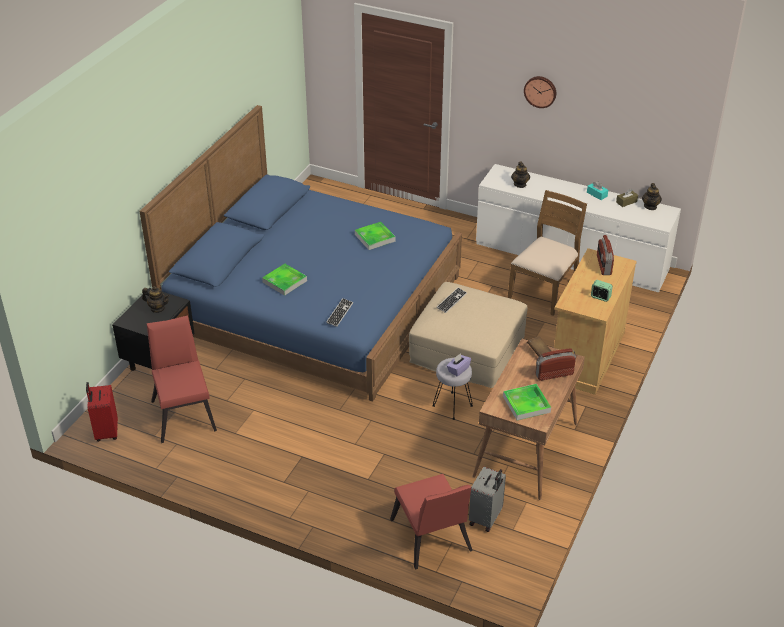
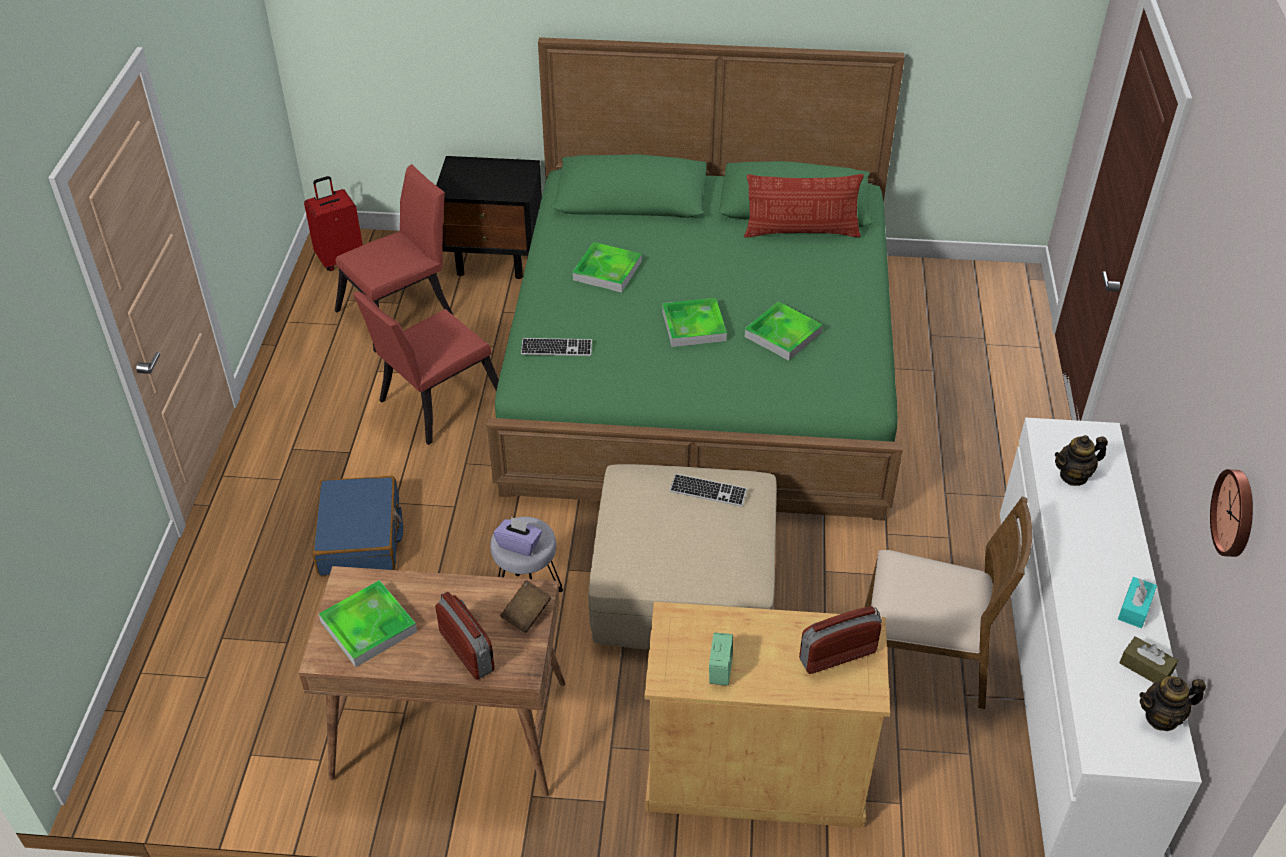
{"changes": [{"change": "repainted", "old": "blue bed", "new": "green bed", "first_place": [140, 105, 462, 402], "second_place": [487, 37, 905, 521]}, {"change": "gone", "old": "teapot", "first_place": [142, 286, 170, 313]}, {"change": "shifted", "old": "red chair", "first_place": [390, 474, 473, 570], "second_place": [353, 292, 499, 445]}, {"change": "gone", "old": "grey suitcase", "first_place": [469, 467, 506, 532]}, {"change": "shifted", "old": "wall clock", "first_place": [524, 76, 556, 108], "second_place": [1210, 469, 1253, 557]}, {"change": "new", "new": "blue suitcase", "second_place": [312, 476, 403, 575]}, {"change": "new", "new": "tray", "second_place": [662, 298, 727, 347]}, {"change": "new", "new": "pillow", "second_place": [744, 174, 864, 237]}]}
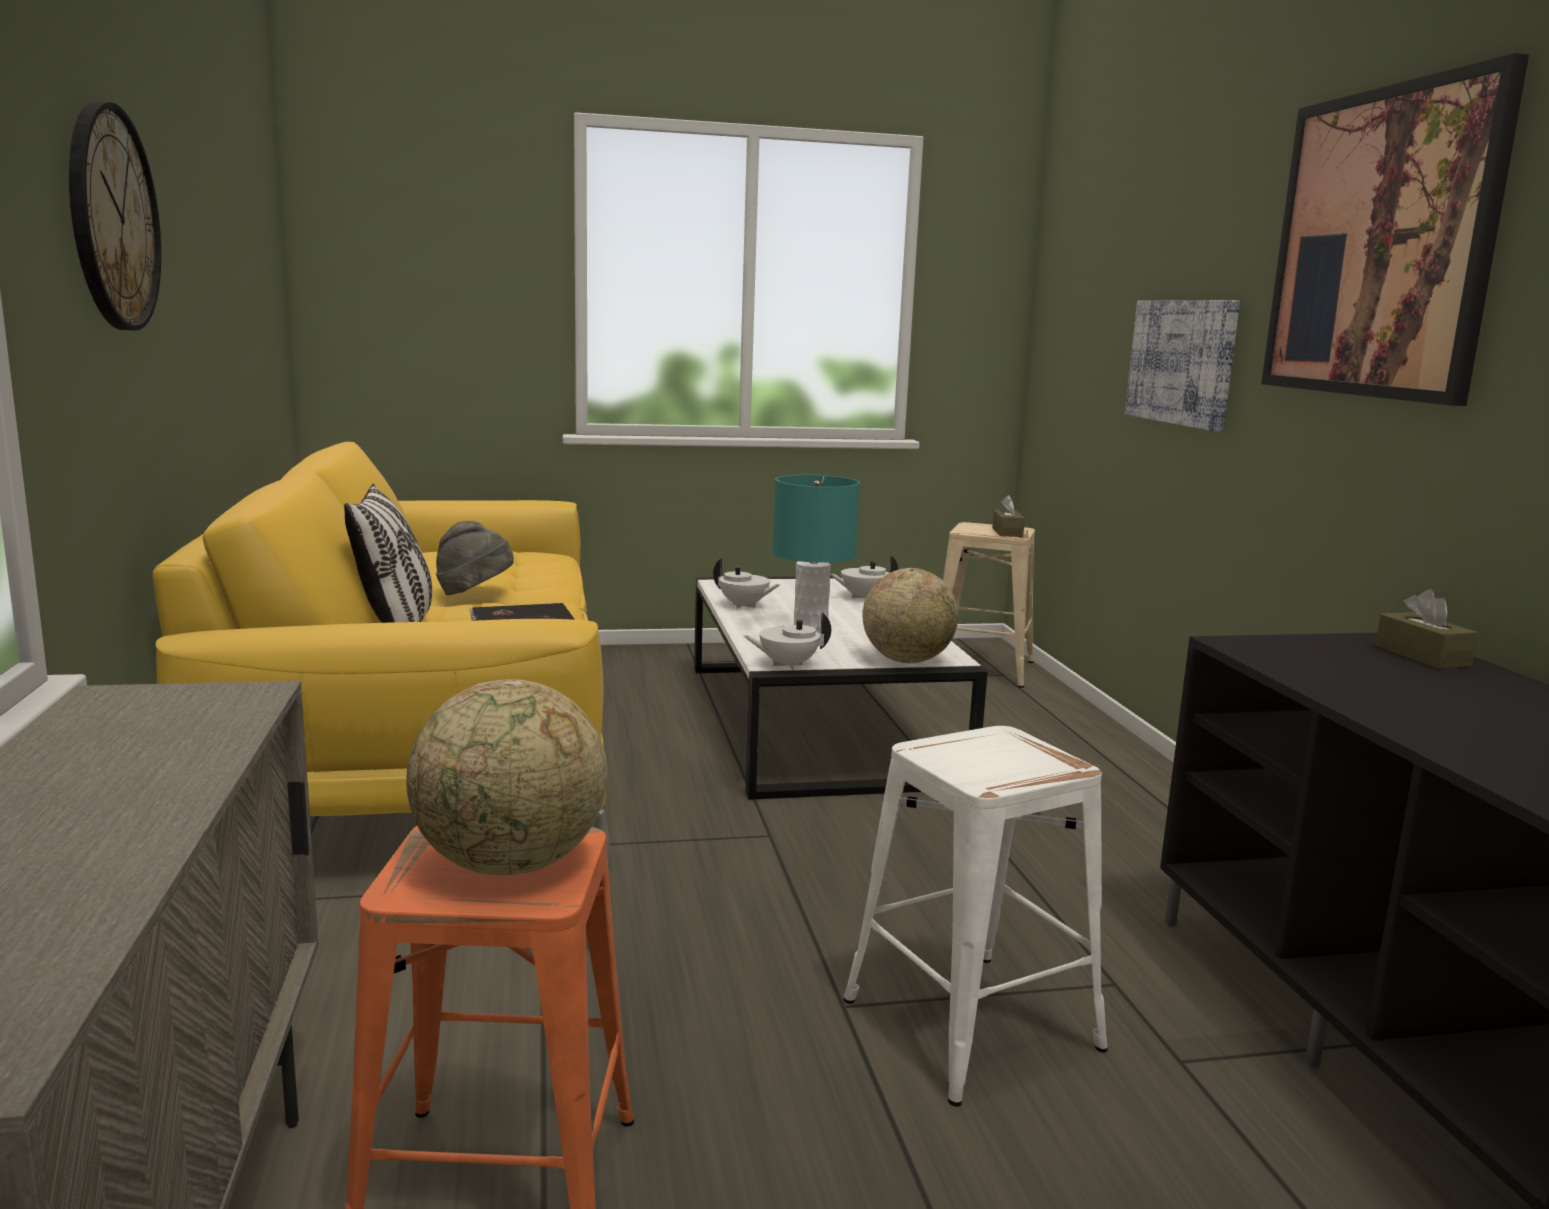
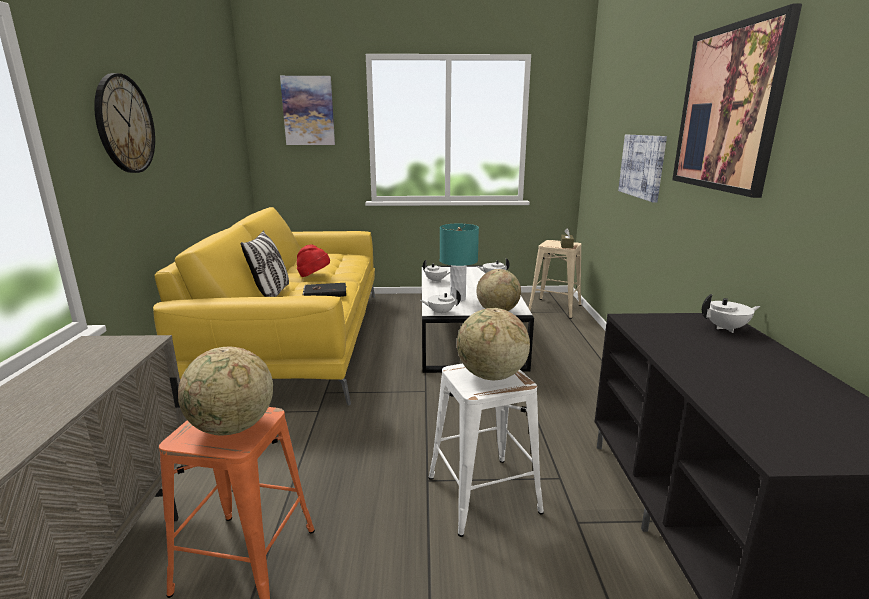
{"changes": [{"change": "repainted", "old": "grey hat", "new": "red hat", "first_place": [436, 521, 514, 595], "second_place": [297, 245, 330, 277]}, {"change": "swapped", "old": "brown tissue box", "new": "white teapot", "first_place": [1375, 590, 1478, 669], "second_place": [702, 294, 760, 333]}, {"change": "new", "new": "picture", "second_place": [280, 76, 335, 145]}, {"change": "new", "new": "globe", "second_place": [457, 308, 530, 380]}]}
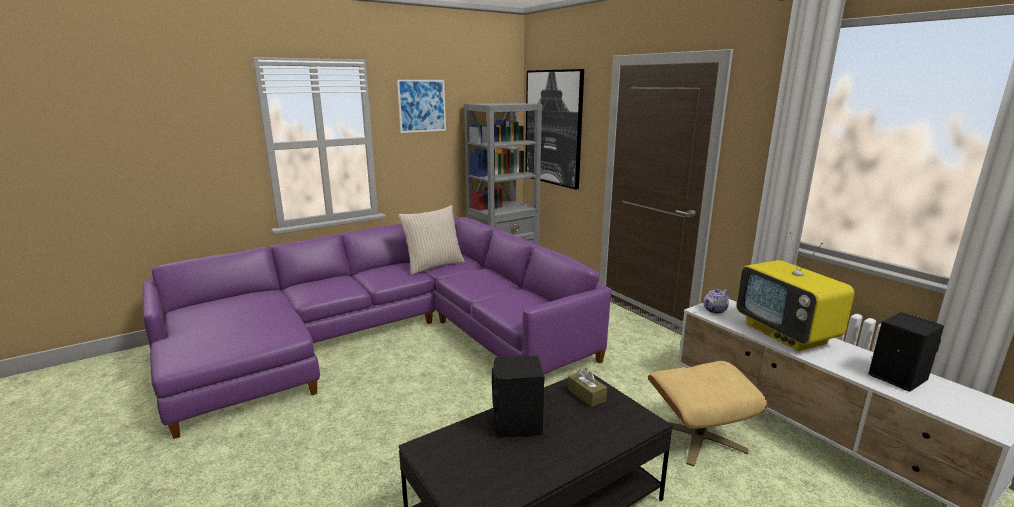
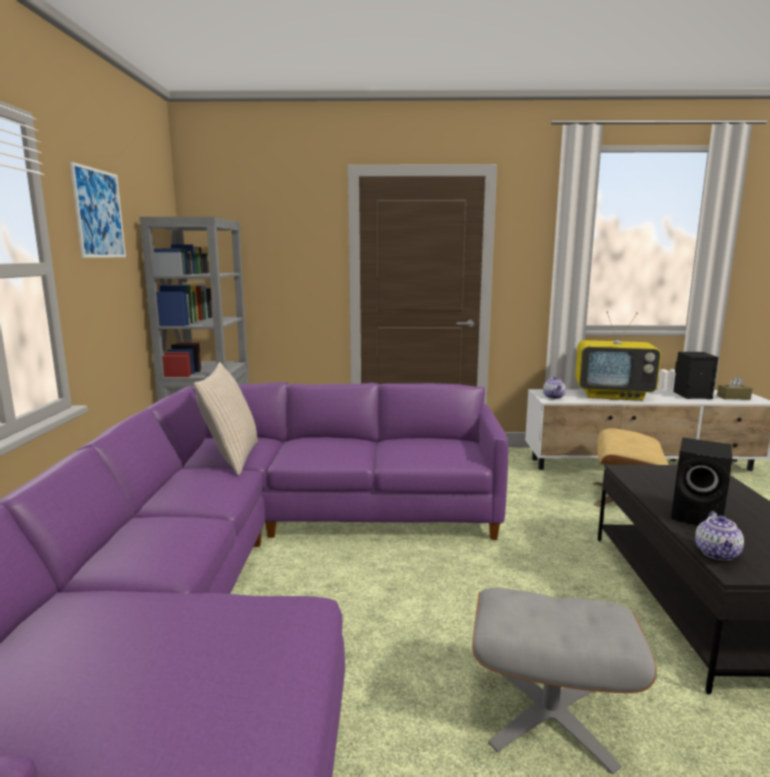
{"changes": [{"change": "gone", "old": "picture", "first_place": [525, 69, 584, 190]}, {"change": "shifted", "old": "brown tissue box", "first_place": [568, 368, 607, 407], "second_place": [717, 376, 753, 399]}, {"change": "new", "new": "grey ottoman", "second_place": [472, 588, 657, 775]}, {"change": "new", "new": "teapot", "second_place": [695, 511, 744, 561]}]}
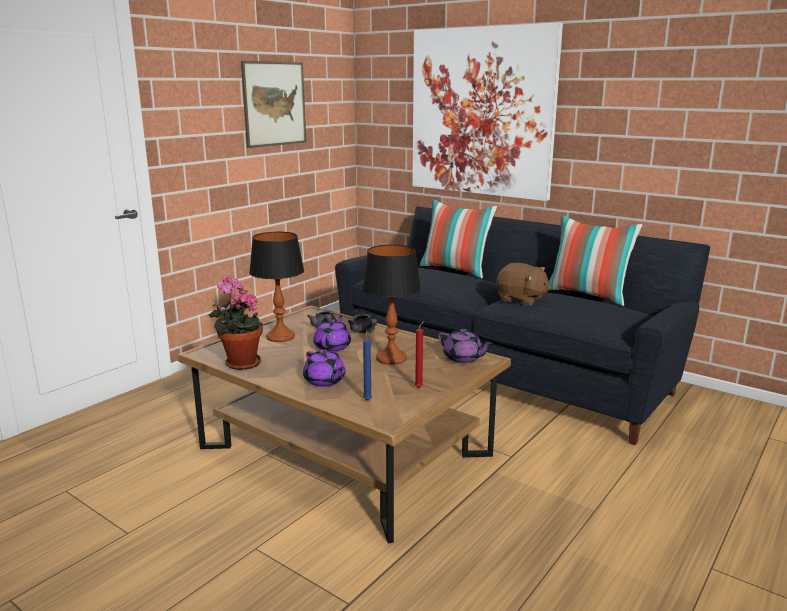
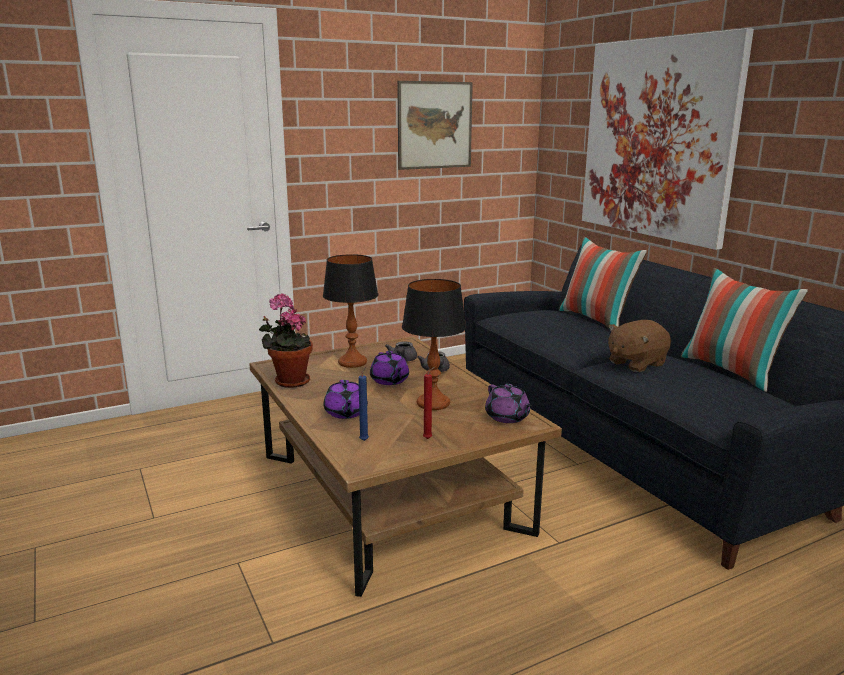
{"changes": [{"change": "rotated", "old": "purple teapot", "first_place": [313, 315, 351, 352], "second_place": [370, 351, 409, 385], "degrees": 120}, {"change": "rotated", "old": "brown plush toy", "first_place": [497, 263, 551, 306], "second_place": [608, 320, 671, 372], "degrees": 90}]}
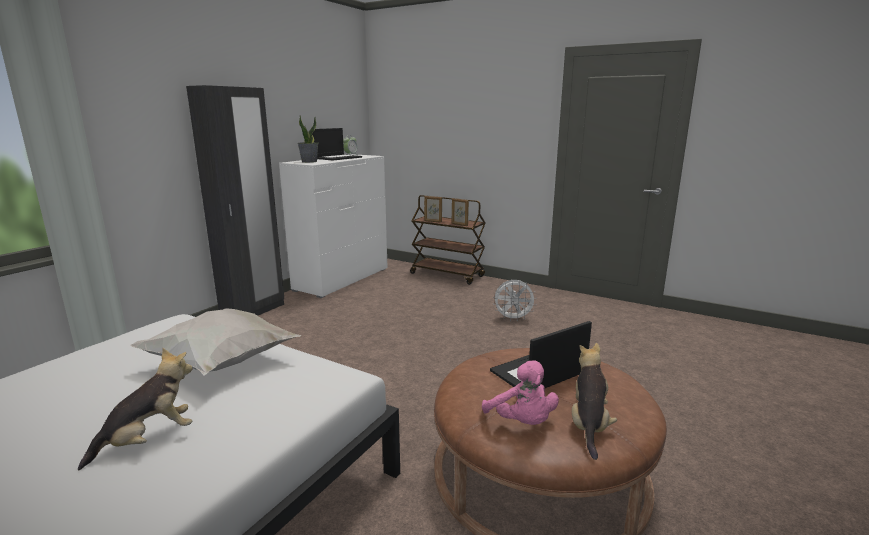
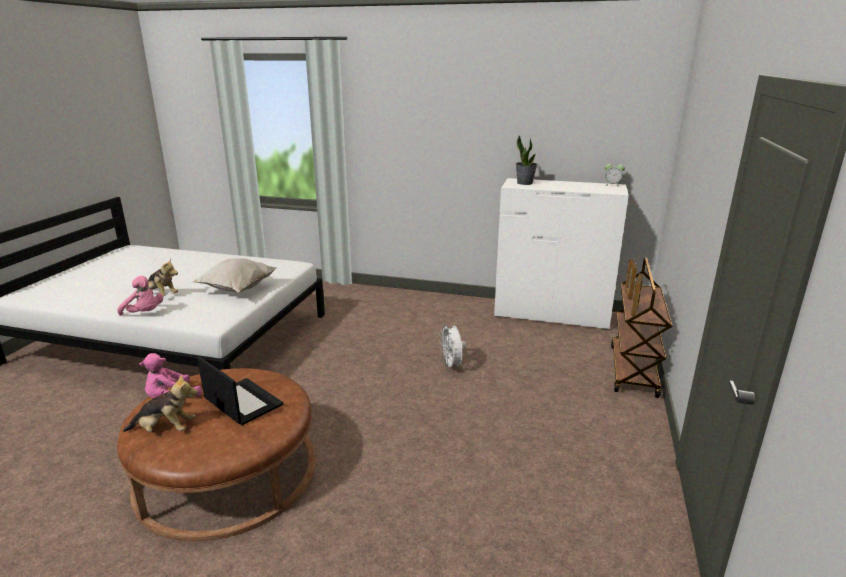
{"changes": [{"change": "gone", "old": "black wardrobe", "first_place": [186, 85, 284, 316]}, {"change": "gone", "old": "laptop", "first_place": [312, 128, 362, 161]}, {"change": "shifted", "old": "white fan", "first_place": [493, 280, 537, 321], "second_place": [439, 324, 466, 370]}, {"change": "new", "new": "pink plush toy", "second_place": [117, 276, 163, 316]}]}
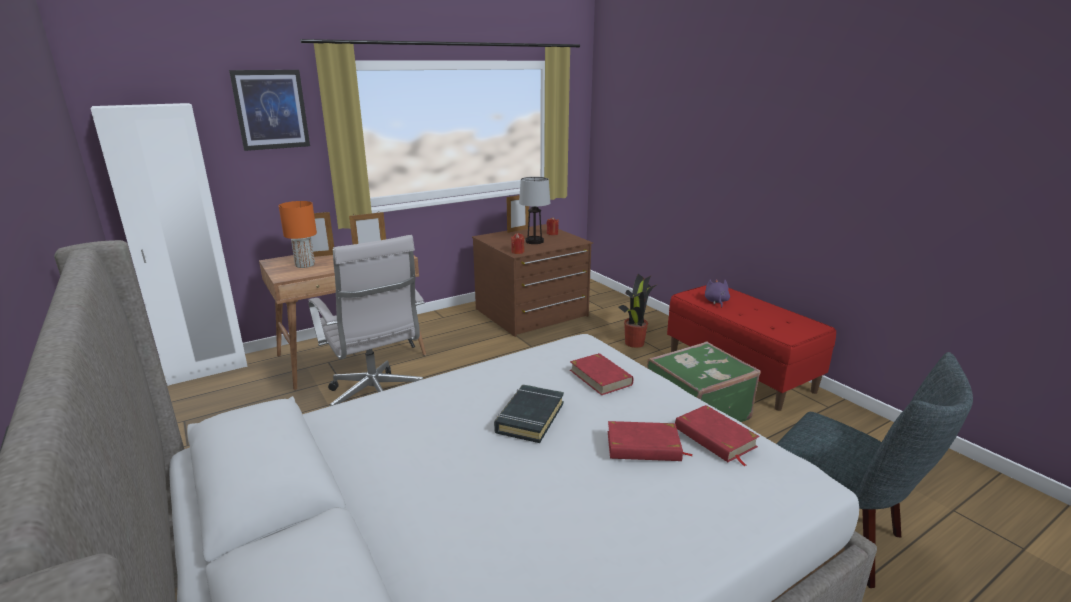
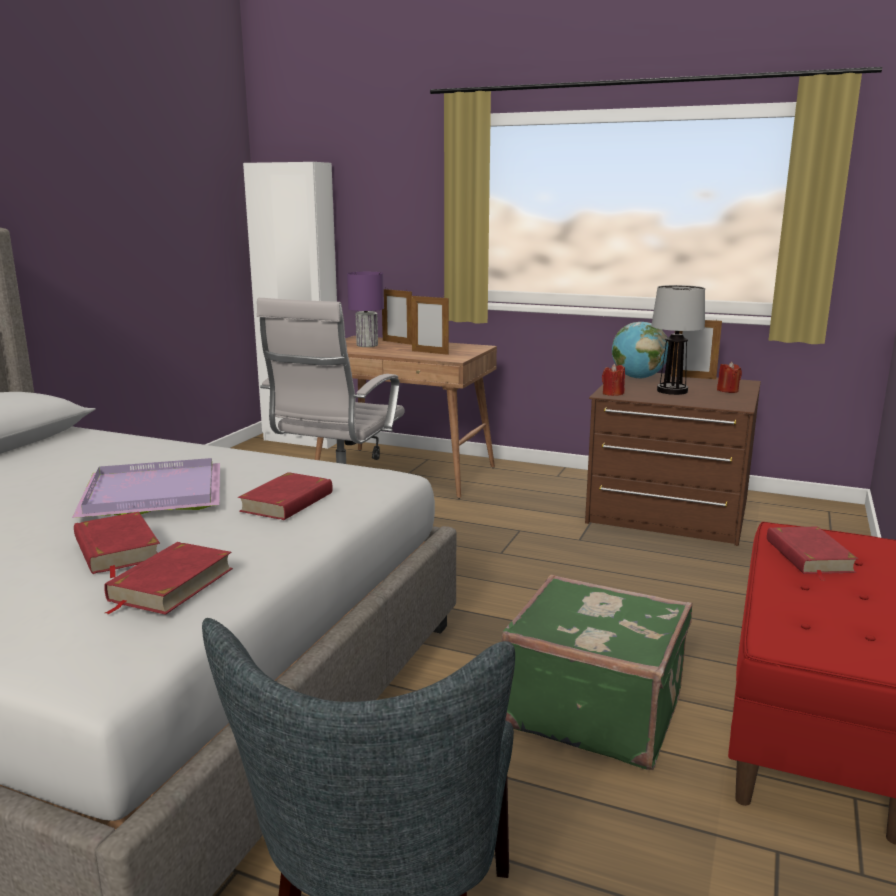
{"changes": [{"change": "gone", "old": "picture", "first_place": [229, 70, 310, 151]}, {"change": "repainted", "old": "orange table lamp", "new": "purple table lamp", "first_place": [279, 201, 317, 268], "second_place": [347, 272, 384, 347]}, {"change": "swapped", "old": "black book", "new": "purple tray", "first_place": [494, 385, 564, 443], "second_place": [72, 458, 220, 518]}, {"change": "gone", "old": "potted plant", "first_place": [618, 274, 658, 348]}, {"change": "swapped", "old": "purple plush toy", "new": "red book", "first_place": [705, 279, 730, 308], "second_place": [767, 527, 858, 581]}, {"change": "new", "new": "globe", "second_place": [612, 322, 669, 379]}]}
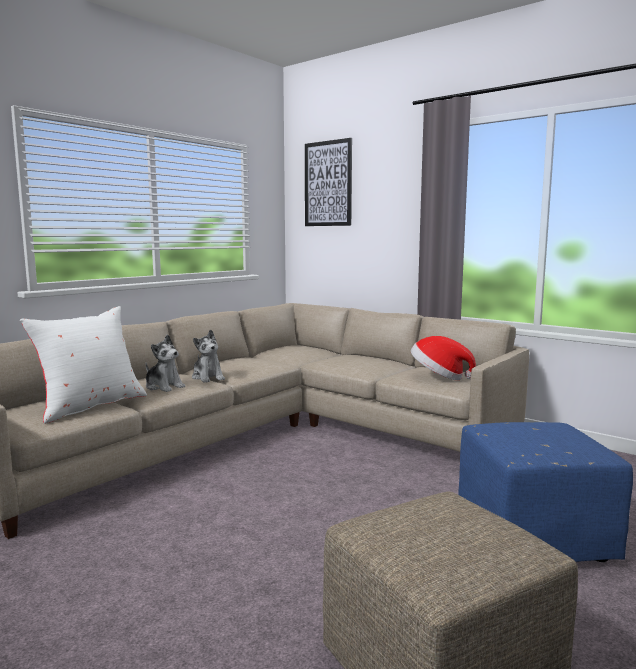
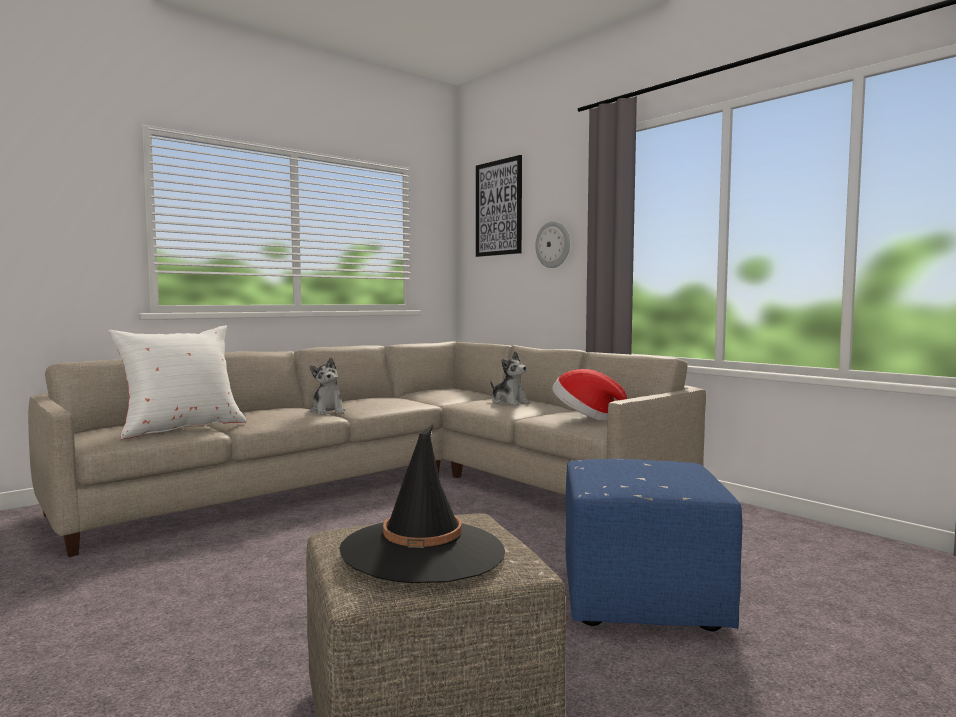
{"changes": [{"change": "shifted", "old": "plush toy", "first_place": [146, 334, 185, 392], "second_place": [490, 351, 530, 406]}, {"change": "new", "new": "black hat", "second_place": [339, 425, 505, 583]}, {"change": "new", "new": "wall clock", "second_place": [535, 221, 570, 268]}]}
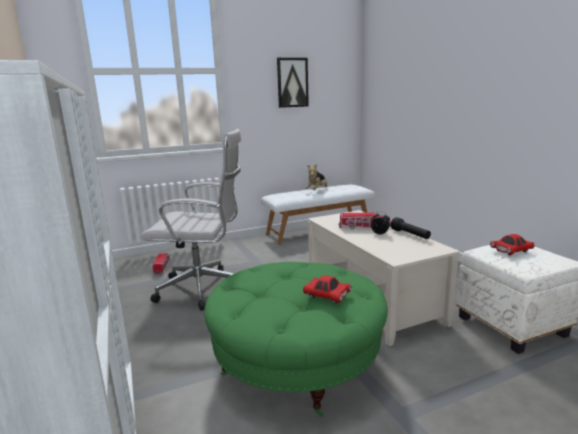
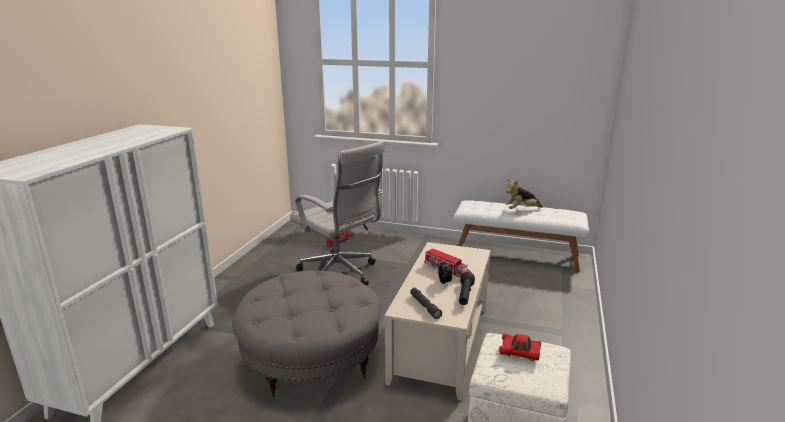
{"changes": [{"change": "repainted", "old": "green ottoman", "new": "grey ottoman", "first_place": [204, 262, 388, 417], "second_place": [232, 271, 380, 397]}, {"change": "gone", "old": "picture", "first_place": [277, 58, 309, 108]}, {"change": "gone", "old": "red toy car", "first_place": [303, 275, 352, 303]}, {"change": "new", "new": "grey flashlight", "second_place": [410, 288, 442, 319]}]}
